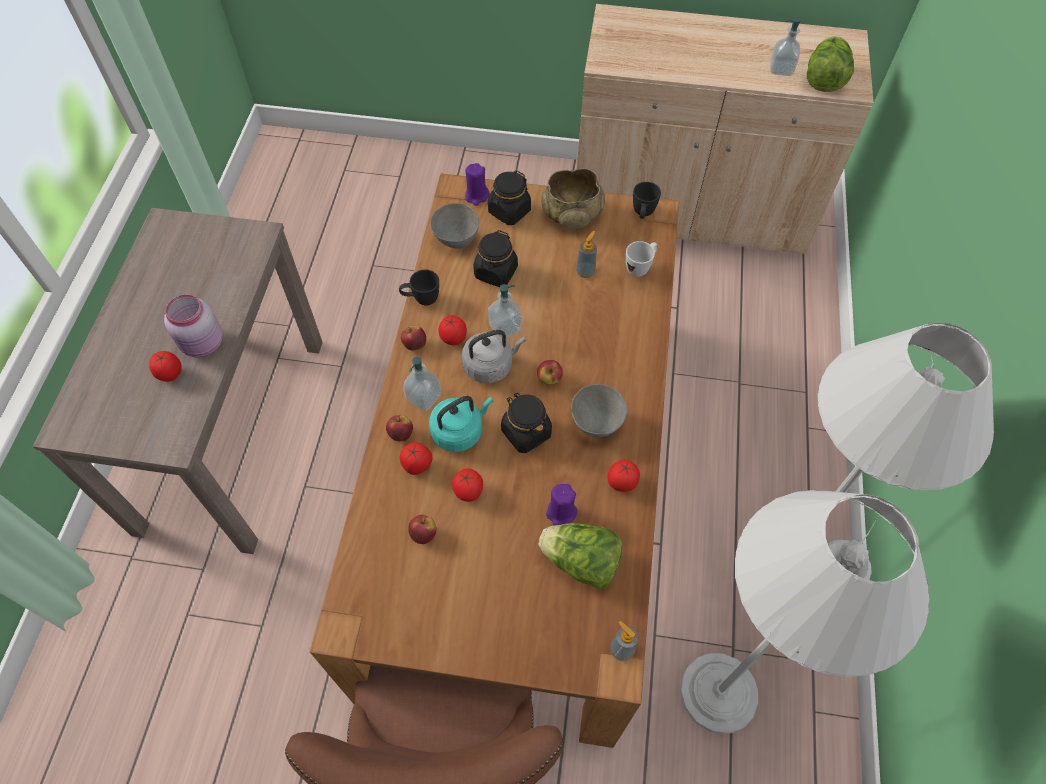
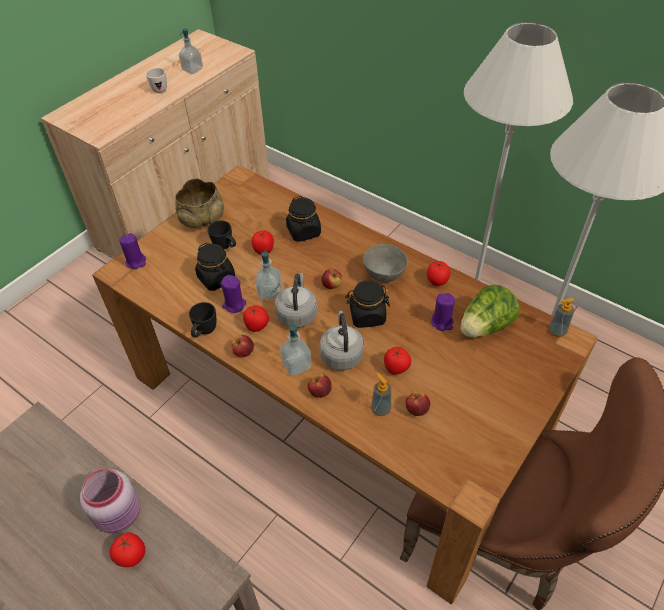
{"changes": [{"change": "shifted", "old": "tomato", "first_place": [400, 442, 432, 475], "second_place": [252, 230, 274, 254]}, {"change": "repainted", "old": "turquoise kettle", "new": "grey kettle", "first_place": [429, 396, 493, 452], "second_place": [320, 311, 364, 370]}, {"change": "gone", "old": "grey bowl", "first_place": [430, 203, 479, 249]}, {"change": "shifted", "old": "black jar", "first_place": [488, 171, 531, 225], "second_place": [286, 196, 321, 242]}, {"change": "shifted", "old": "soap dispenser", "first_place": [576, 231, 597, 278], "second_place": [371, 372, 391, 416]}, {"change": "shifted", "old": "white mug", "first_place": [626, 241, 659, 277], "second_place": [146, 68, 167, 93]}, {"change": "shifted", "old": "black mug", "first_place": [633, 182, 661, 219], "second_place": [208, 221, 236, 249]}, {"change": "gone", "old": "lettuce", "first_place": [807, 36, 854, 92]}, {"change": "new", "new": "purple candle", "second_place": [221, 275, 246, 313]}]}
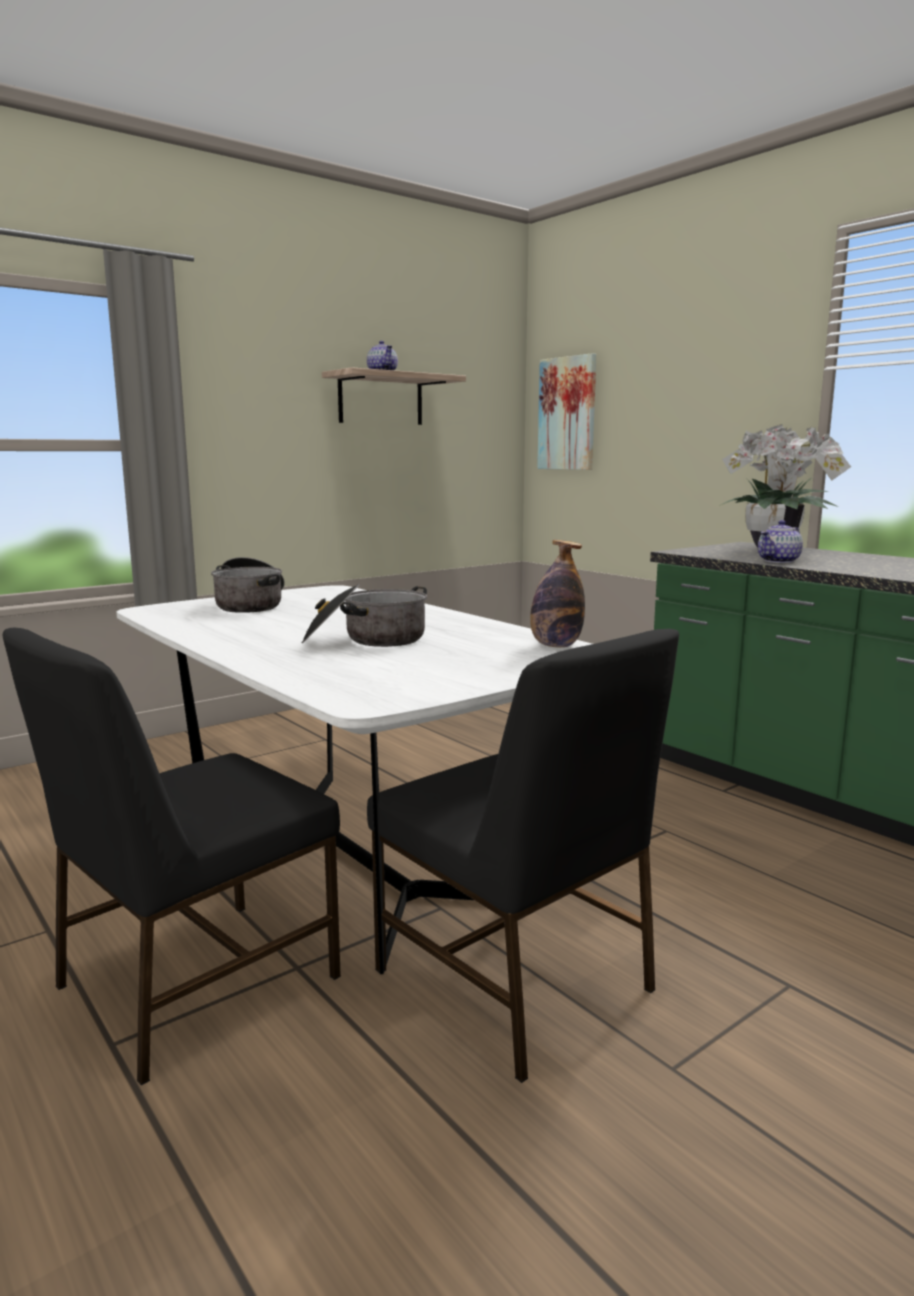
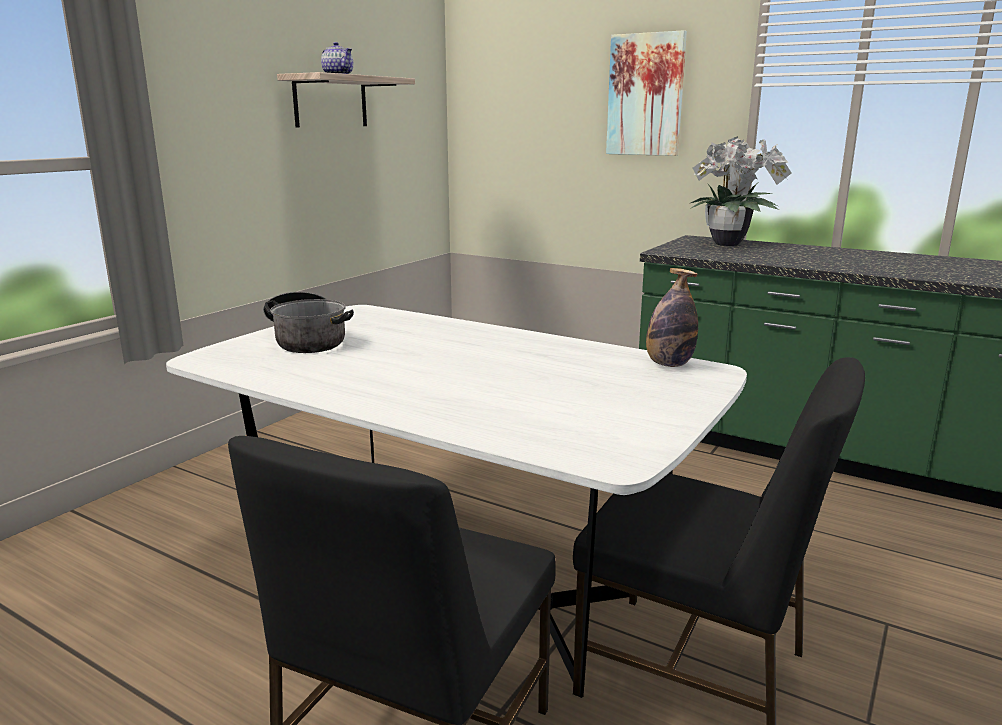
{"changes": [{"change": "gone", "old": "cooking pot", "first_place": [301, 584, 427, 647]}, {"change": "shifted", "old": "picture", "first_place": [537, 353, 596, 470], "second_place": [606, 30, 687, 156]}, {"change": "gone", "old": "teapot", "first_place": [758, 520, 803, 563]}]}
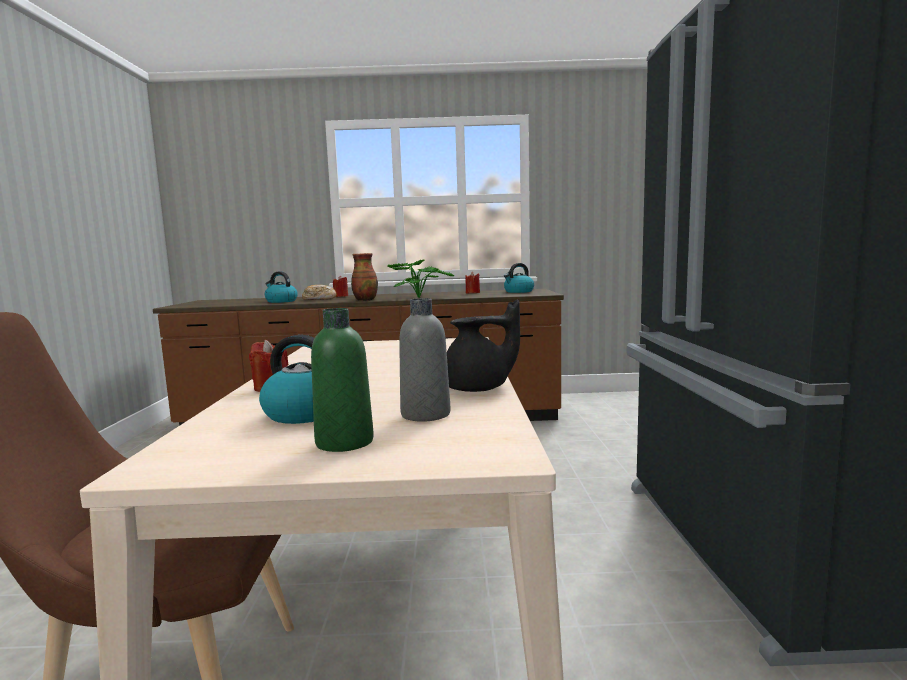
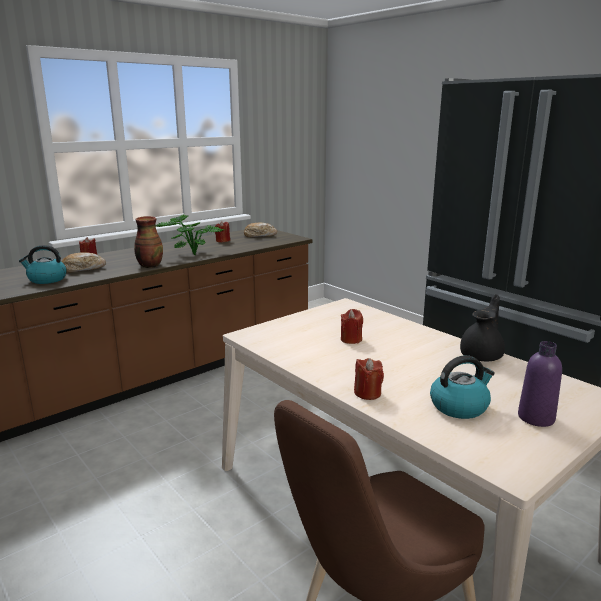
{"changes": [{"change": "repainted", "old": "green bottle", "new": "purple bottle", "first_place": [311, 308, 374, 452], "second_place": [518, 341, 562, 427]}, {"change": "gone", "old": "grey bottle", "first_place": [399, 298, 451, 422]}, {"change": "swapped", "old": "kettle", "new": "bread", "first_place": [504, 263, 534, 293], "second_place": [244, 222, 277, 237]}, {"change": "new", "new": "red candle", "second_place": [341, 309, 363, 344]}]}
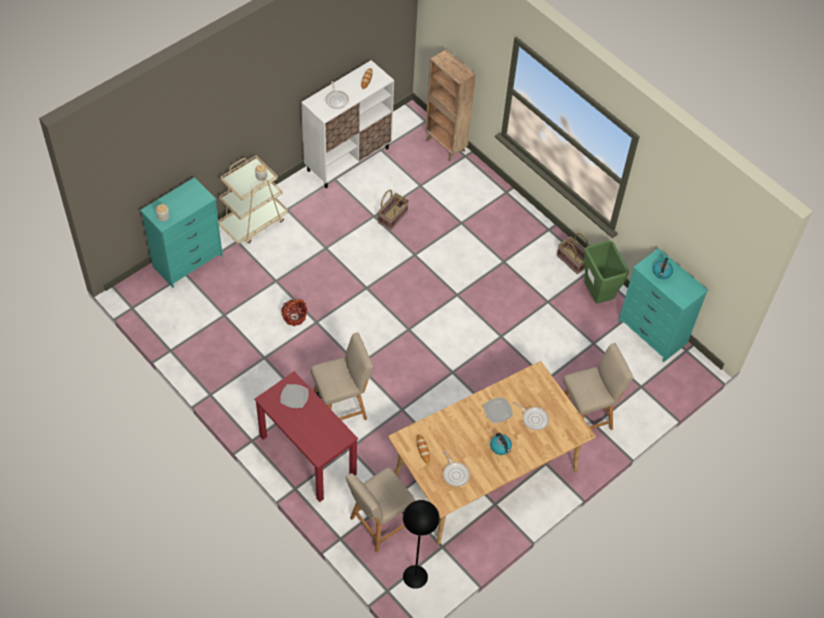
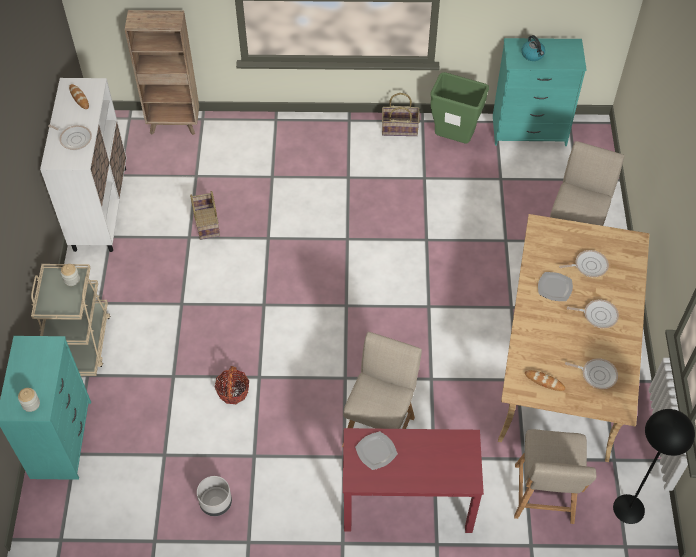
{"changes": [{"change": "swapped", "old": "kettle", "new": "frying pan", "first_place": [490, 433, 512, 455], "second_place": [567, 299, 619, 328]}, {"change": "new", "new": "grey planter", "second_place": [197, 476, 232, 516]}]}
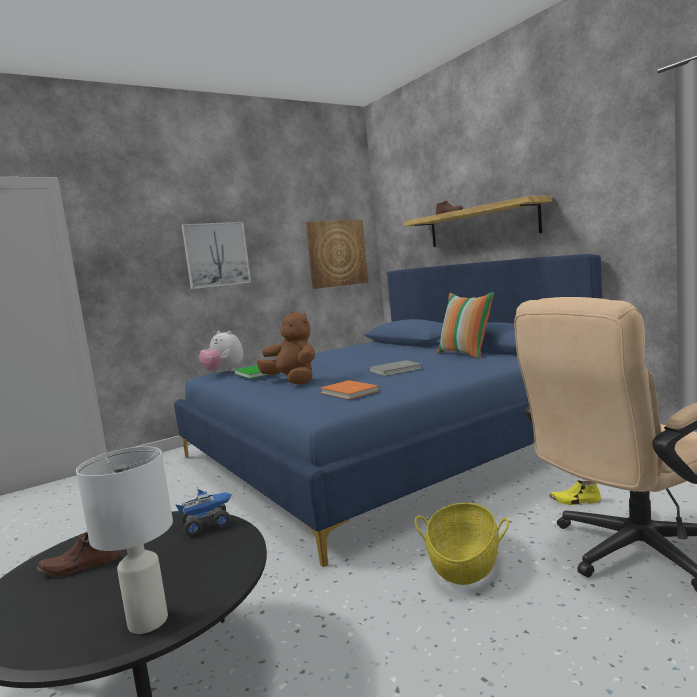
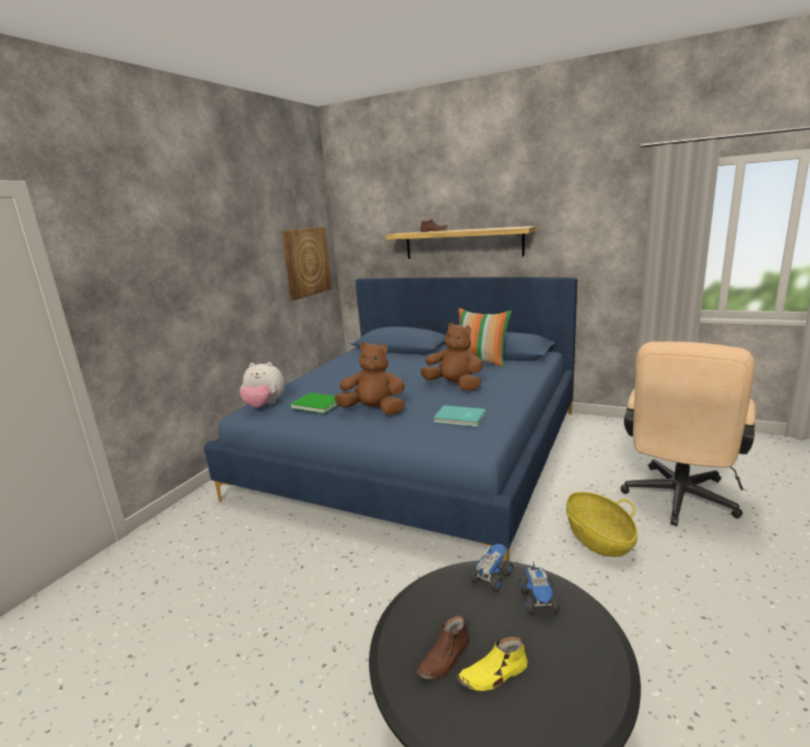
{"changes": [{"change": "gone", "old": "white table lamp", "first_place": [76, 446, 173, 634]}, {"change": "gone", "old": "picture", "first_place": [182, 222, 251, 289]}, {"change": "repainted", "old": "orange book", "new": "turquoise book", "first_place": [320, 380, 380, 399], "second_place": [433, 405, 486, 427]}, {"change": "swapped", "old": "grey book", "new": "brown plush toy", "first_place": [369, 360, 423, 376], "second_place": [420, 322, 483, 391]}, {"change": "shifted", "old": "yellow shoe", "first_place": [549, 480, 601, 505], "second_place": [457, 637, 528, 691]}, {"change": "new", "new": "toy truck", "second_place": [519, 561, 560, 615]}]}
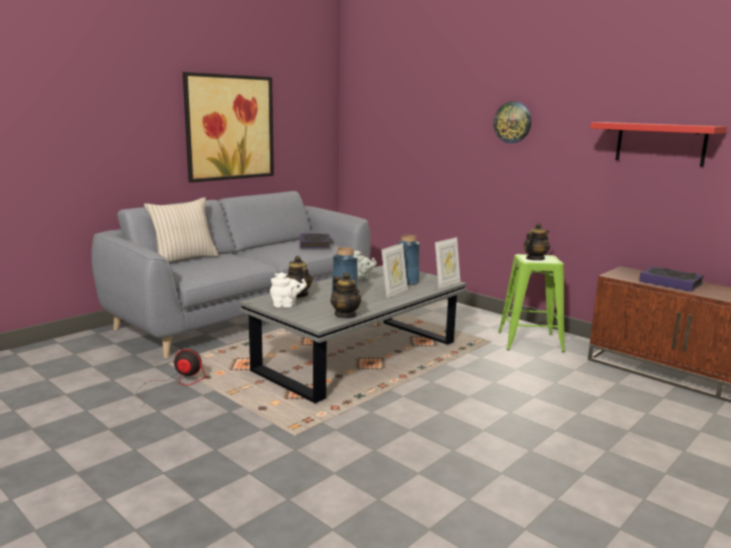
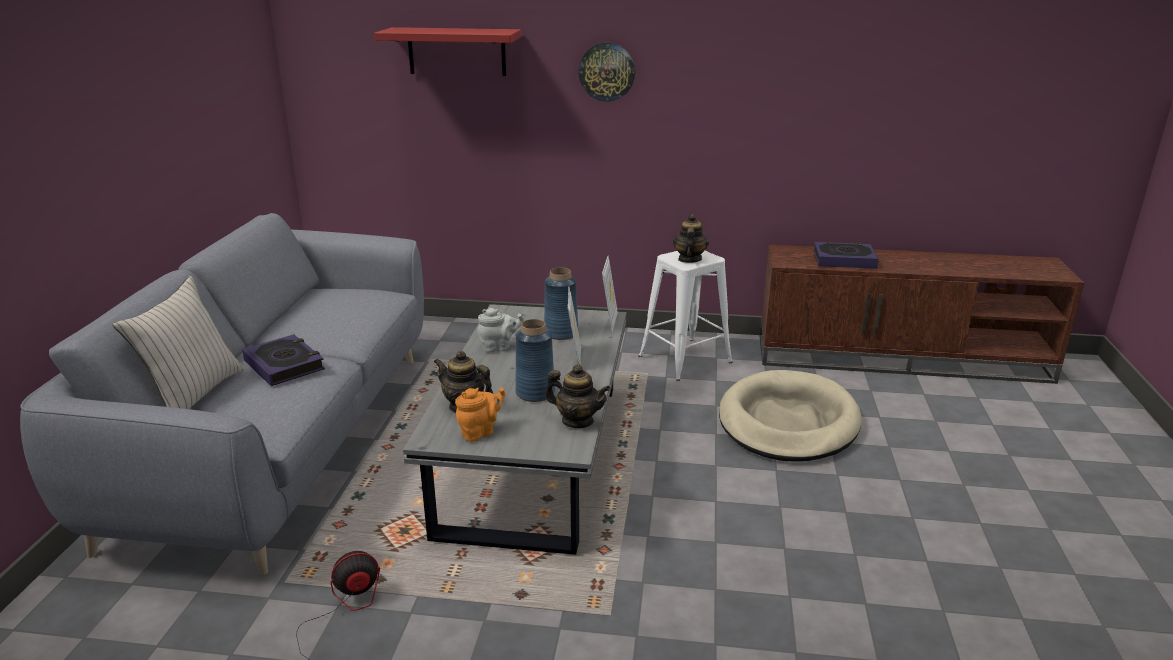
{"changes": [{"change": "gone", "old": "picture", "first_place": [183, 72, 274, 183]}, {"change": "repainted", "old": "white teapot", "new": "orange teapot", "first_place": [270, 272, 307, 308], "second_place": [455, 387, 505, 442]}, {"change": "shifted", "old": "book", "first_place": [300, 234, 330, 248], "second_place": [242, 334, 325, 386]}, {"change": "repainted", "old": "green stool", "new": "white stool", "first_place": [498, 254, 565, 352], "second_place": [639, 250, 733, 381]}, {"change": "shifted", "old": "red shelf", "first_place": [590, 122, 727, 166], "second_place": [374, 27, 521, 76]}, {"change": "new", "new": "beige dog bed", "second_place": [719, 370, 862, 462]}]}
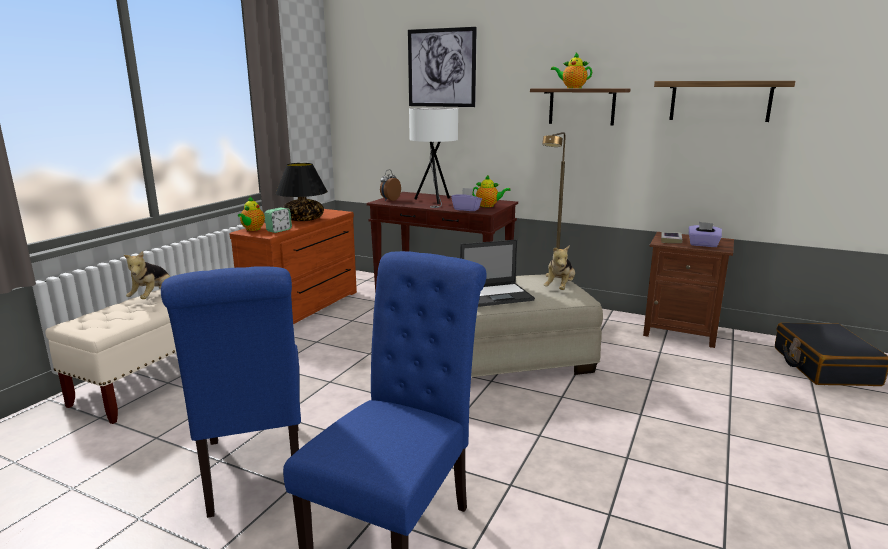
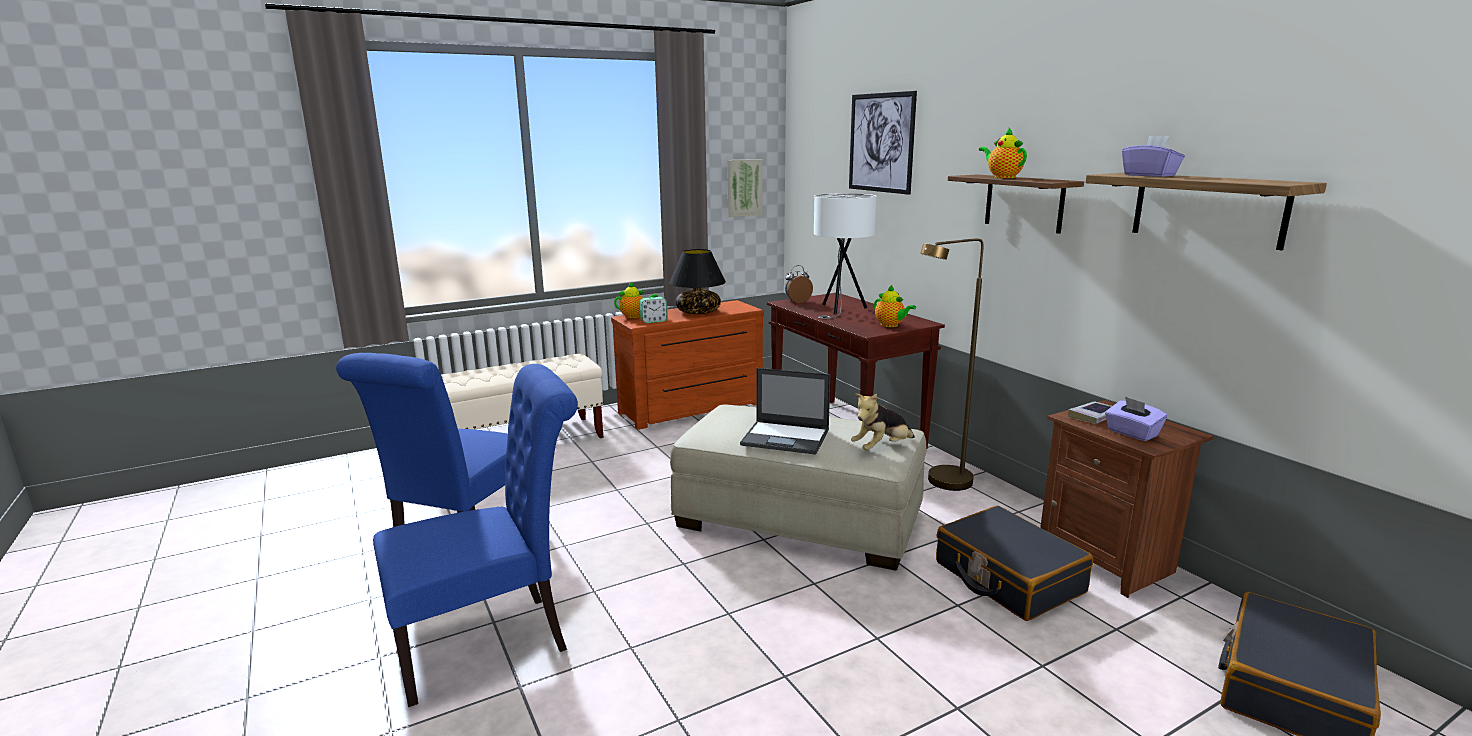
{"changes": [{"change": "gone", "old": "plush toy", "first_place": [124, 251, 170, 299]}, {"change": "rotated", "old": "teapot", "first_place": [238, 197, 265, 231], "second_place": [614, 282, 658, 318], "degrees": -150}, {"change": "shifted", "old": "purple tissue box", "first_place": [451, 188, 482, 211], "second_place": [1122, 136, 1185, 177]}, {"change": "new", "new": "picture", "second_place": [727, 159, 763, 217]}, {"change": "new", "new": "black suitcase", "second_place": [936, 505, 1093, 621]}]}
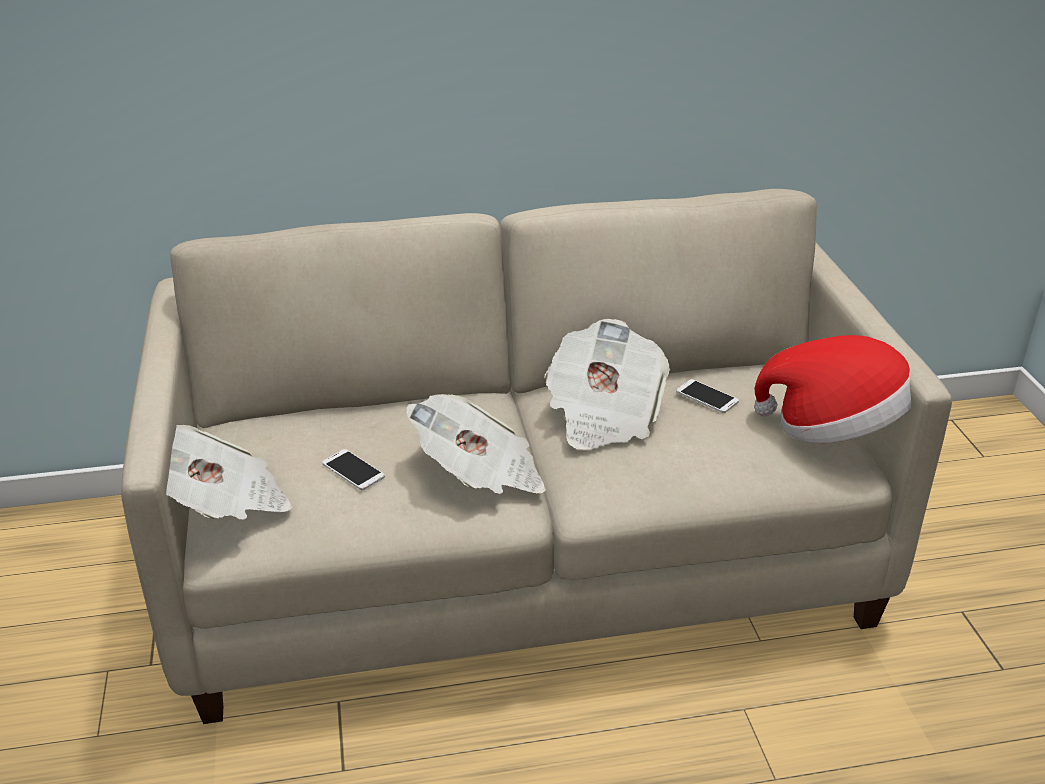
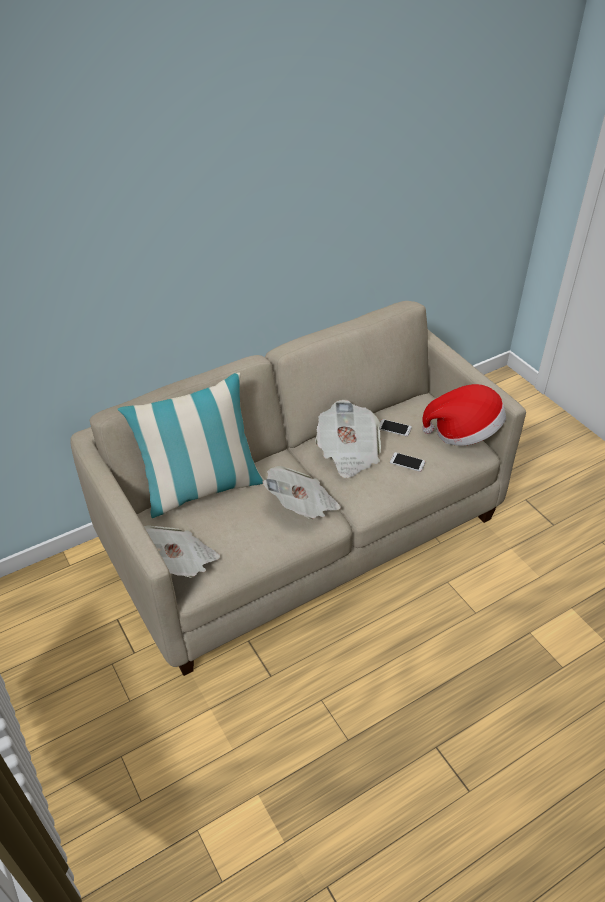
{"changes": [{"change": "shifted", "old": "phone", "first_place": [322, 449, 385, 490], "second_place": [390, 452, 426, 472]}, {"change": "new", "new": "pillow", "second_place": [118, 373, 264, 518]}]}
